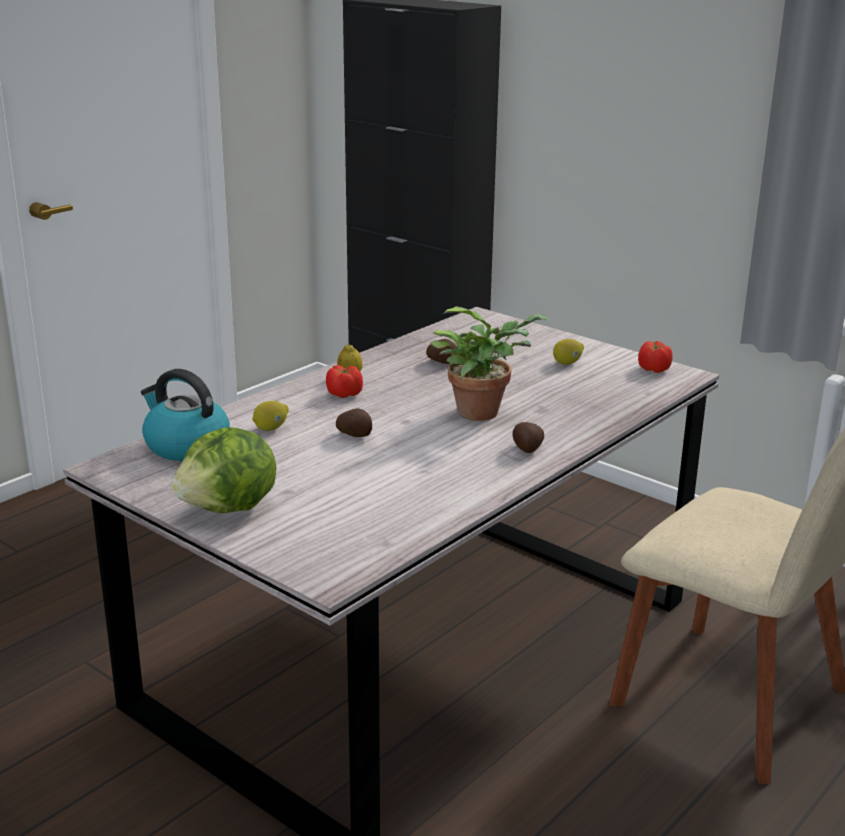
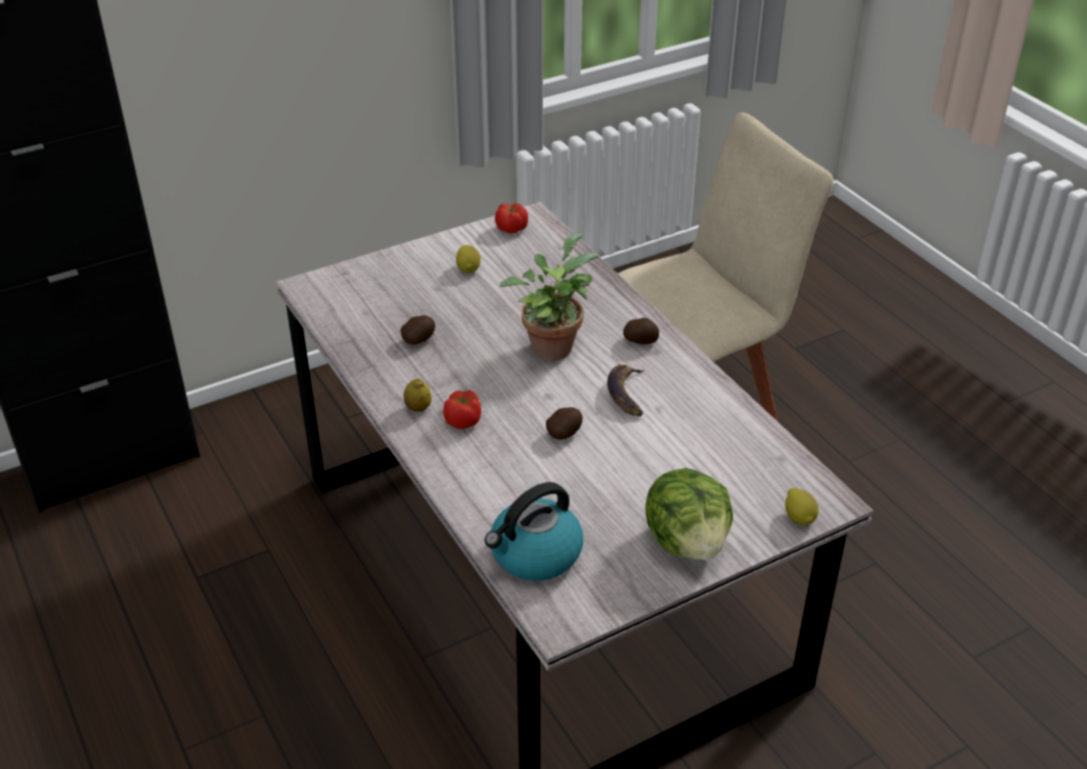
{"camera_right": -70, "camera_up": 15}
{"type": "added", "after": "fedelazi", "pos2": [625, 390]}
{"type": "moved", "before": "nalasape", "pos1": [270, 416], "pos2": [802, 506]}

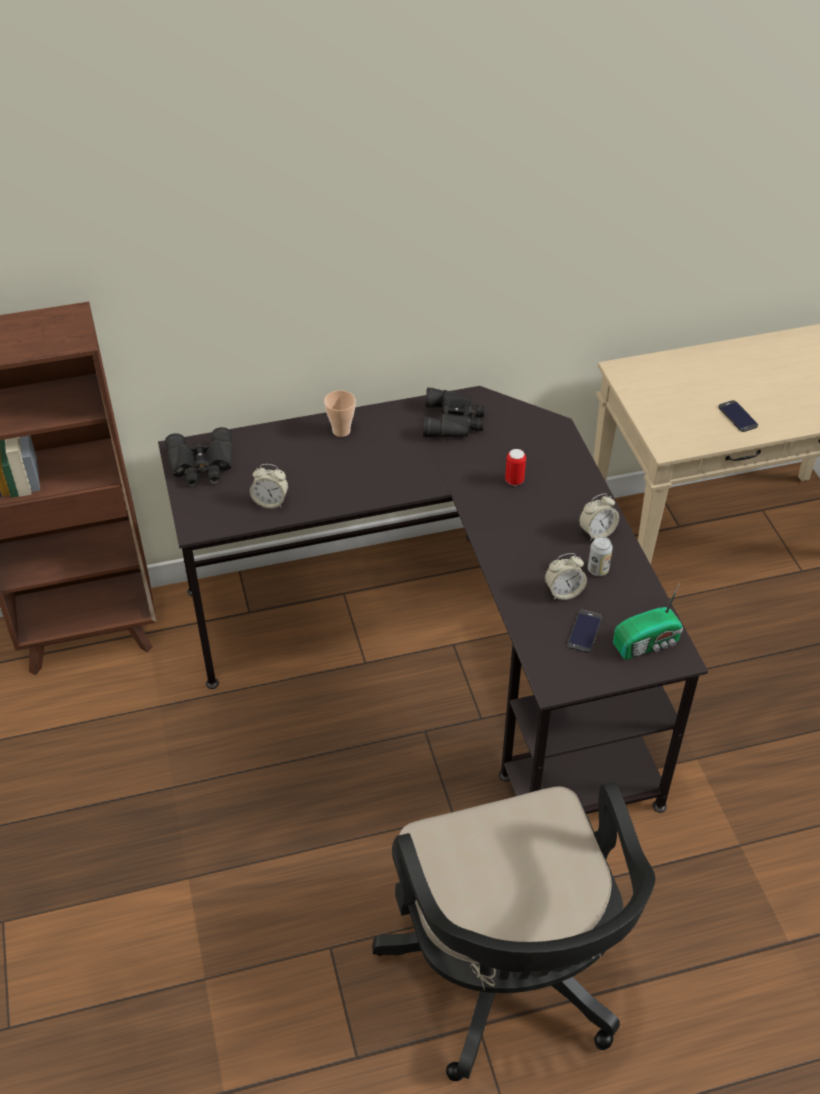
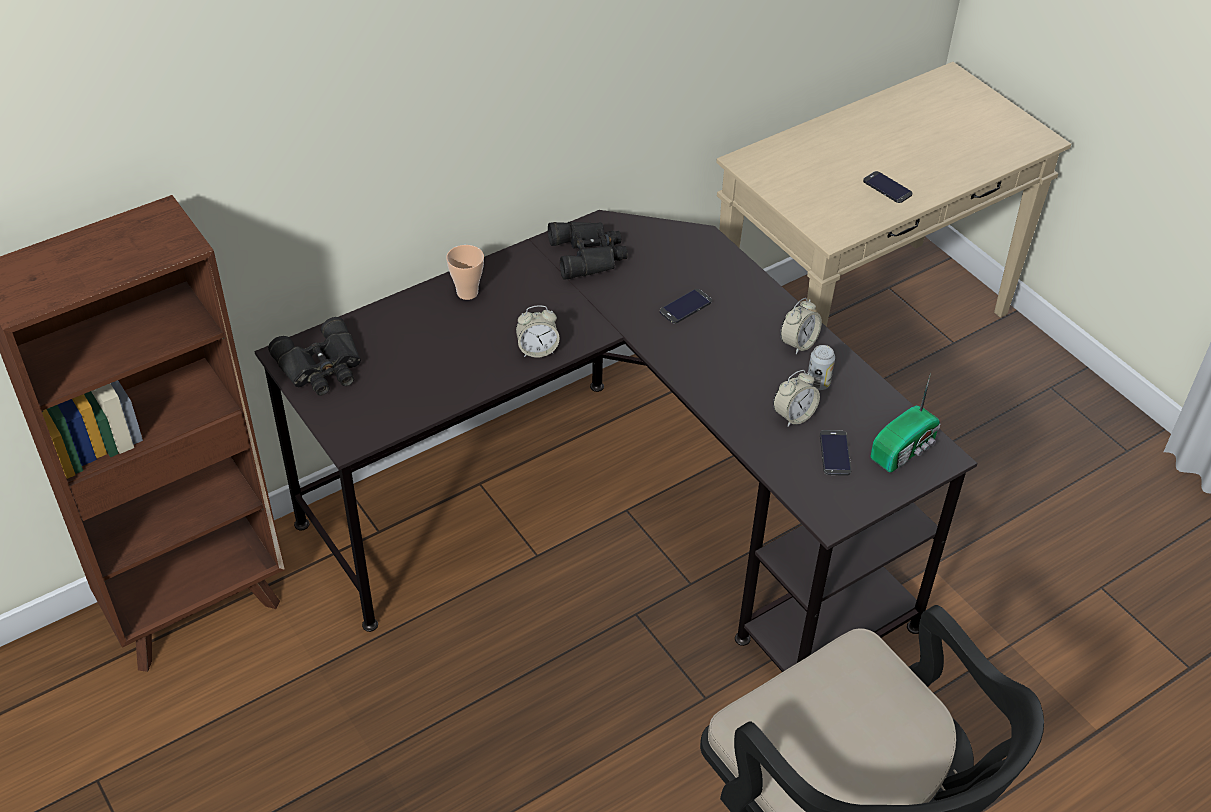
{"camera_right": -20, "camera_up": 0}
{"type": "moved", "before": "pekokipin", "pos1": [269, 486], "pos2": [537, 331]}
{"type": "replaced", "before": "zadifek", "after": "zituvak", "pos1": [515, 467], "pos2": [686, 306]}

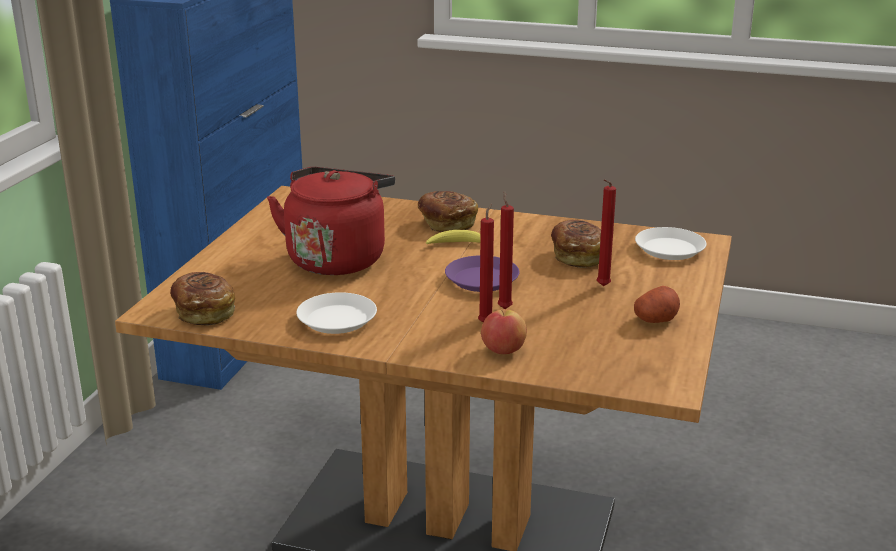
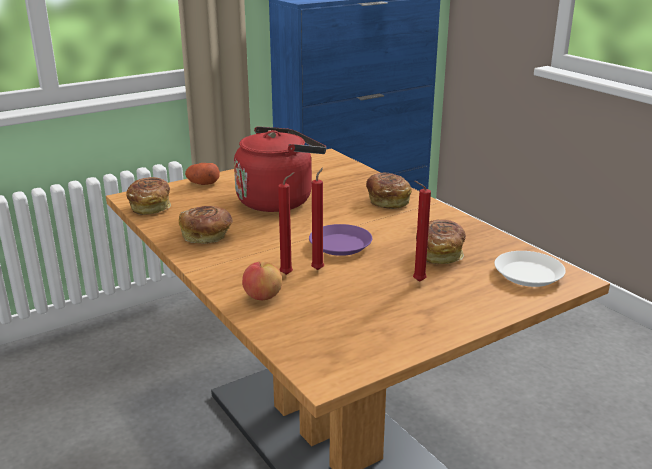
{"camera_right": 40, "camera_up": 0}
{"type": "removed", "before": "fedelazi", "pos1": [453, 237]}
{"type": "moved", "before": "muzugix", "pos1": [657, 304], "pos2": [202, 174]}
{"type": "replaced", "before": "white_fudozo", "after": "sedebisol", "pos1": [336, 313], "pos2": [206, 224]}

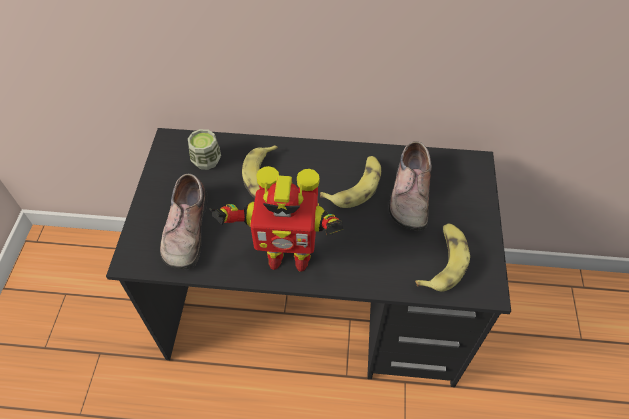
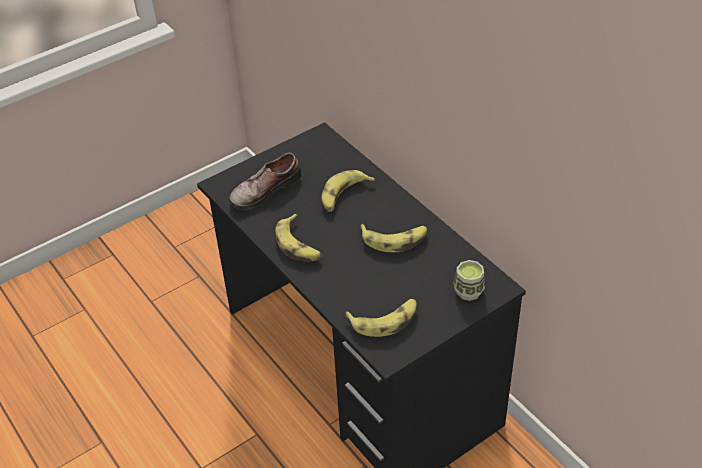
{"camera_right": 50, "camera_up": -10}
{"type": "removed", "before": "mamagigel", "pos1": [410, 186]}
{"type": "moved", "before": "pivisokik", "pos1": [204, 149], "pos2": [469, 280]}
{"type": "replaced", "before": "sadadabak", "after": "fedelazi", "pos1": [276, 219], "pos2": [298, 238]}

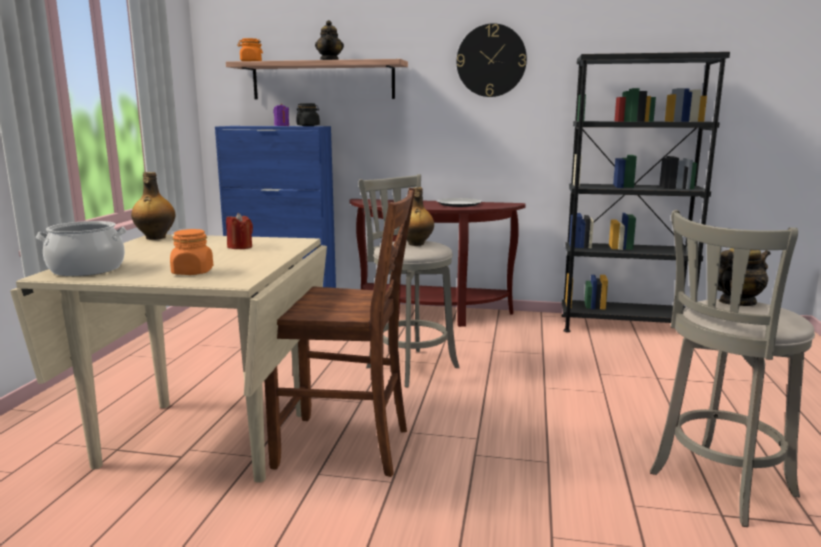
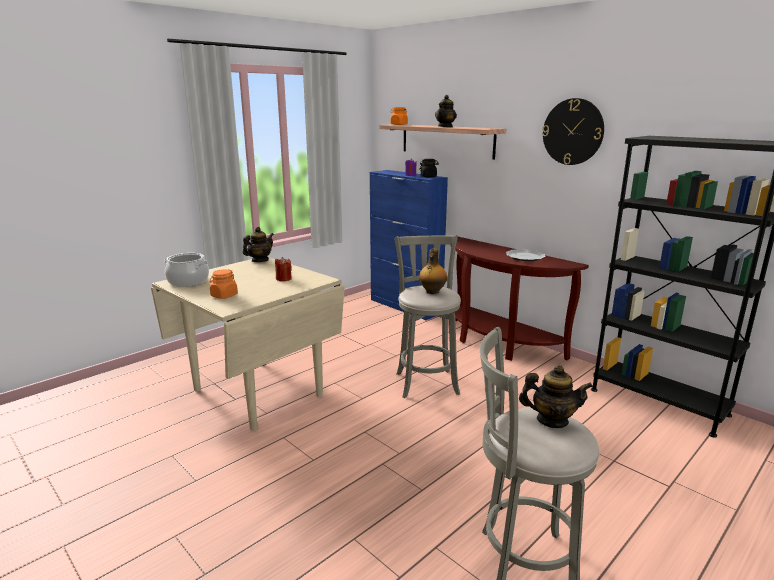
{"camera_right": 35, "camera_up": 5}
{"type": "removed", "before": "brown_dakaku", "pos1": [340, 332]}
{"type": "replaced", "before": "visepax", "after": "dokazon", "pos1": [153, 206], "pos2": [258, 244]}

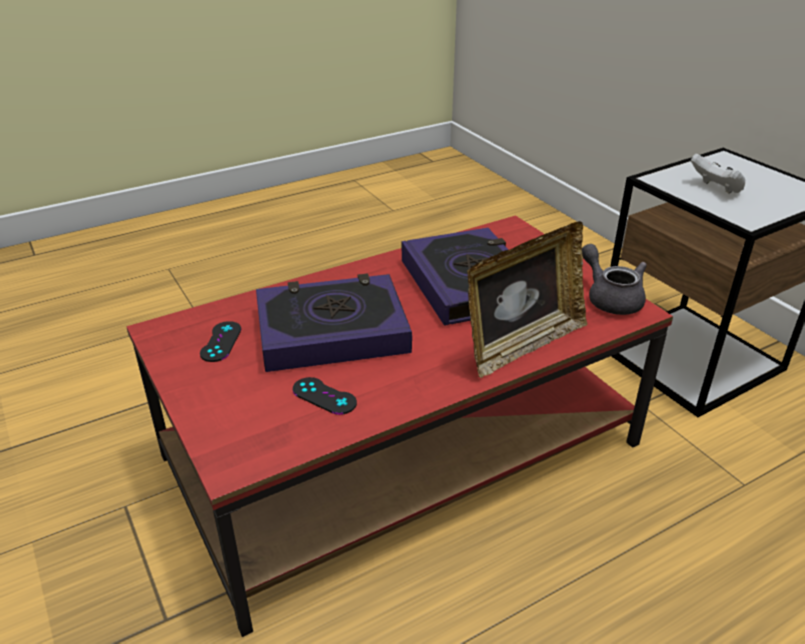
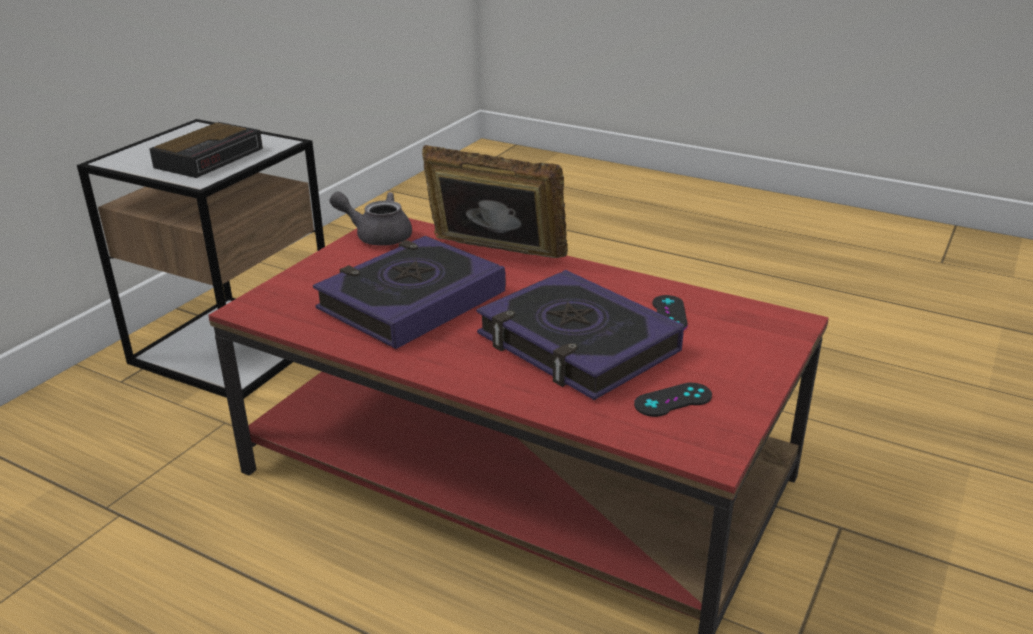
{"camera_right": -120, "camera_up": -5}
{"type": "replaced", "before": "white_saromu", "after": "pekokipin", "pos1": [717, 173], "pos2": [206, 150]}
{"type": "turned", "before": "grey_dokazon", "pos1": [614, 279], "pos2": [370, 219], "turn": 75}

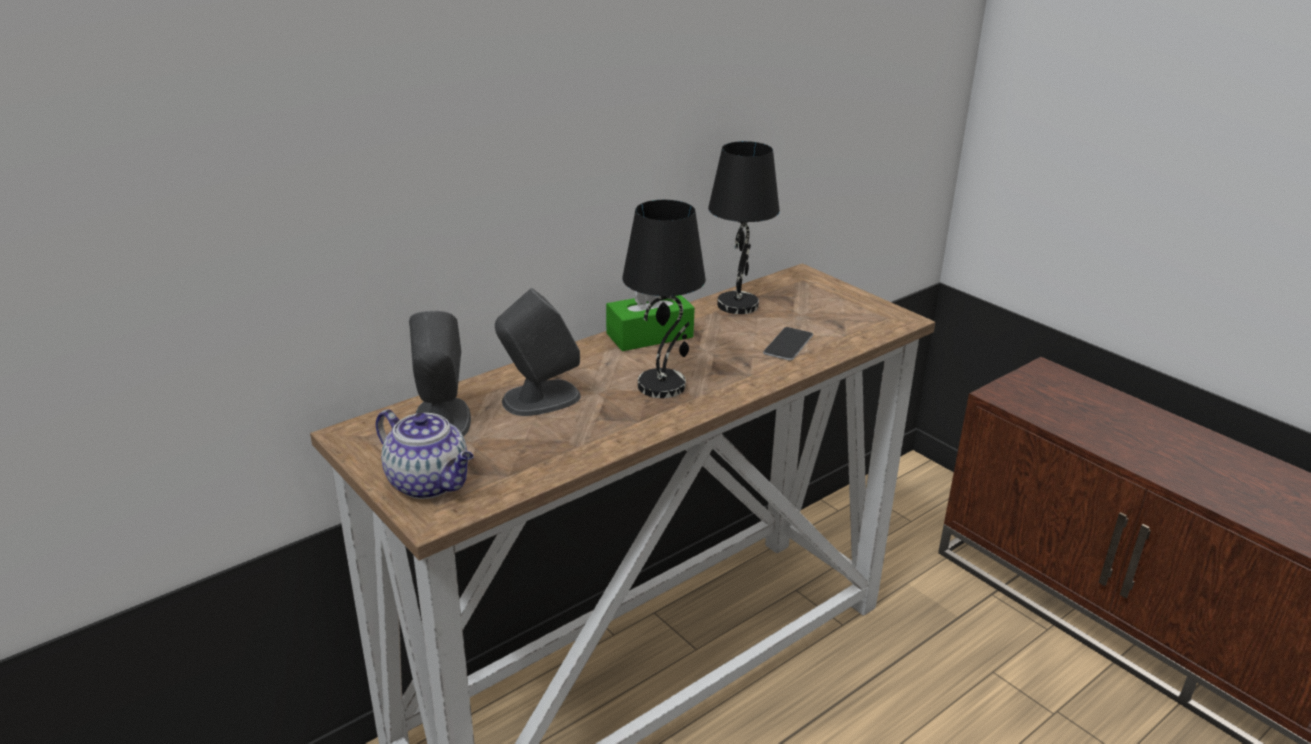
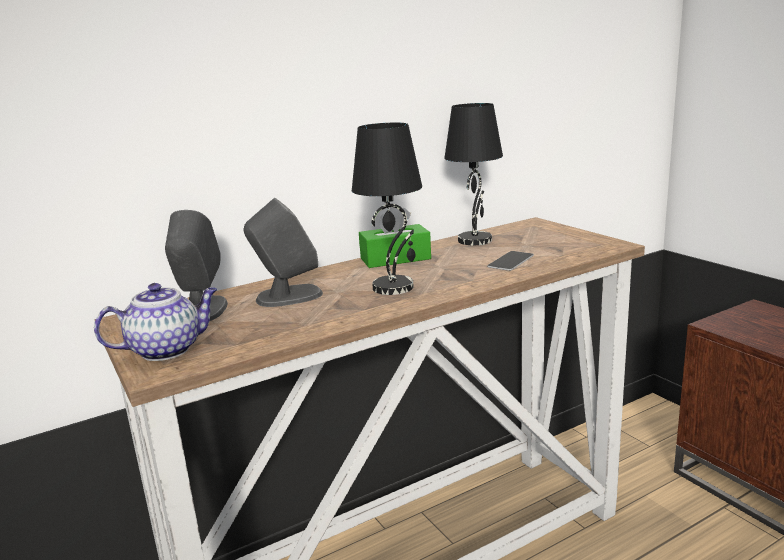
{"camera_right": 10, "camera_up": -10}
{"type": "turned", "before": "dokazon", "pos1": [424, 454], "pos2": [156, 322], "turn": -75}

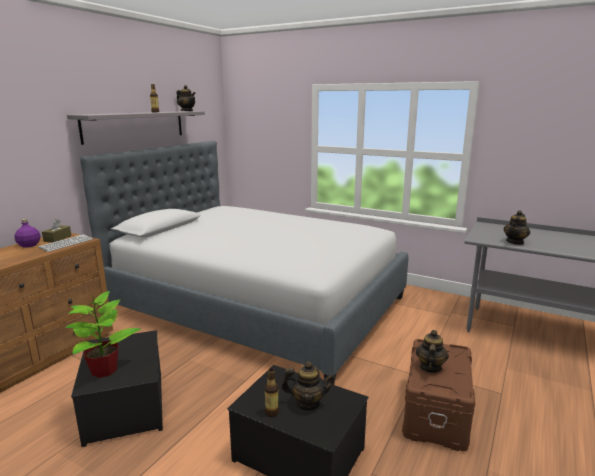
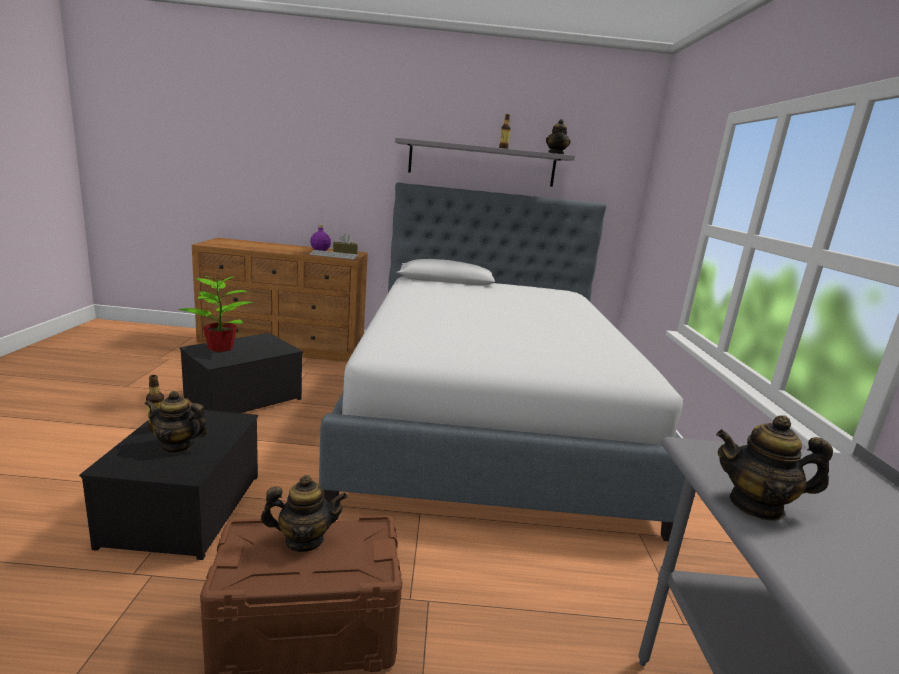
{"camera_right": 60, "camera_up": 0}
{"type": "turned", "before": "dokazon", "pos1": [308, 385], "pos2": [176, 422], "turn": 120}

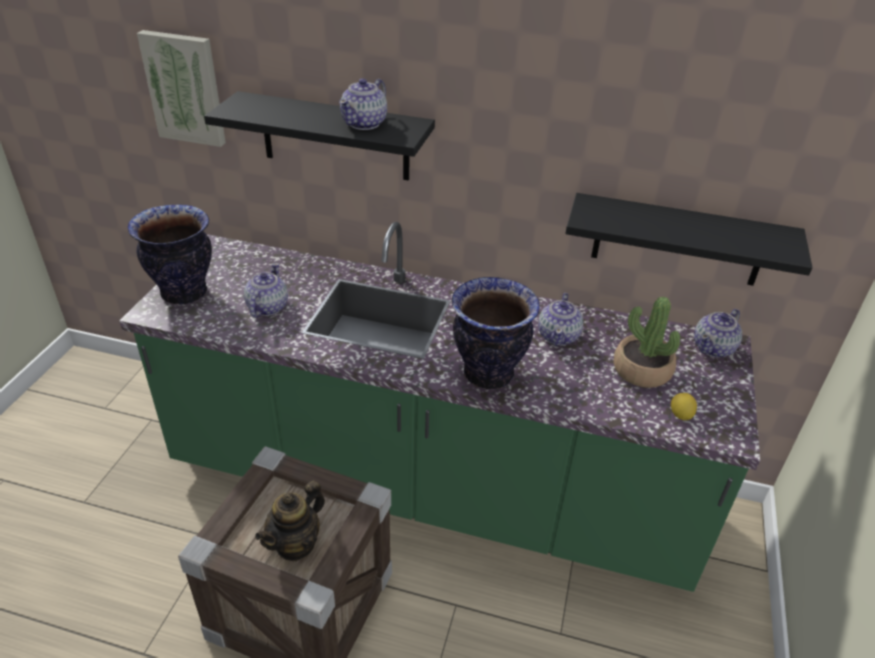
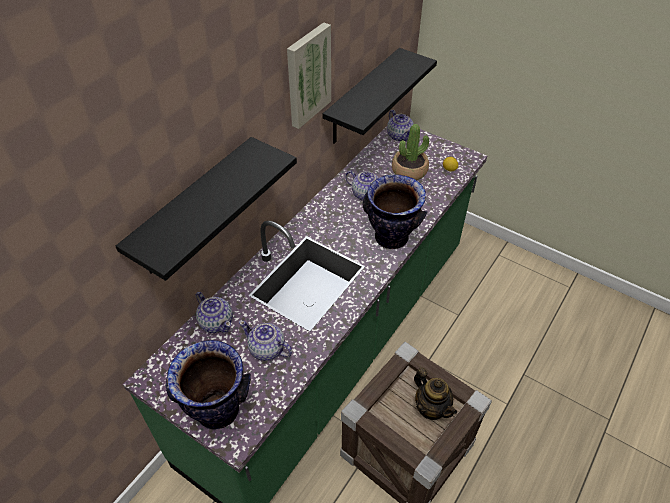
{"camera_right": -70, "camera_up": 10}
{"type": "moved", "before": "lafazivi", "pos1": [181, 88], "pos2": [309, 75]}
{"type": "moved", "before": "dokazon", "pos1": [363, 104], "pos2": [214, 312]}

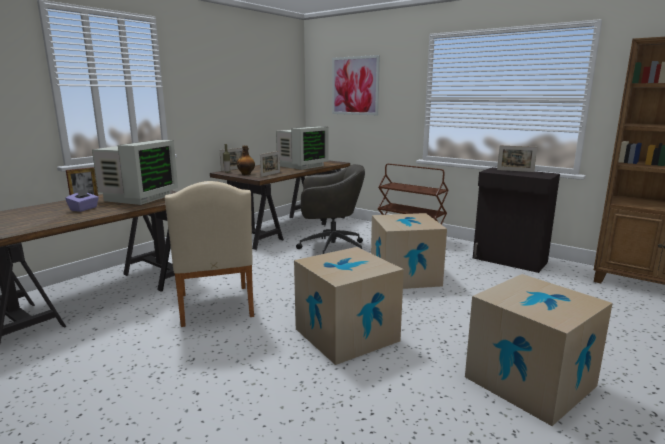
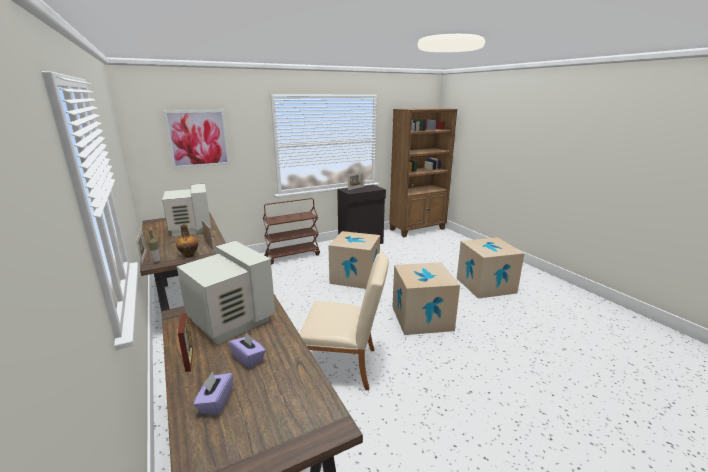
{"camera_right": -65, "camera_up": 5}
{"type": "removed", "before": "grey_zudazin", "pos1": [330, 209]}
{"type": "added", "after": "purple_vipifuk", "pos2": [213, 393]}

